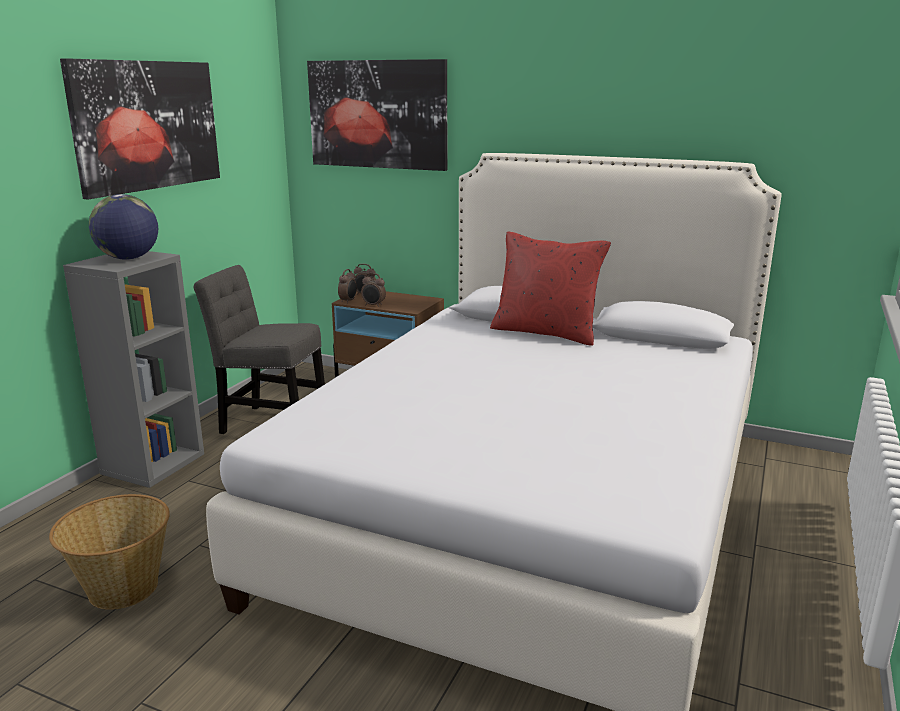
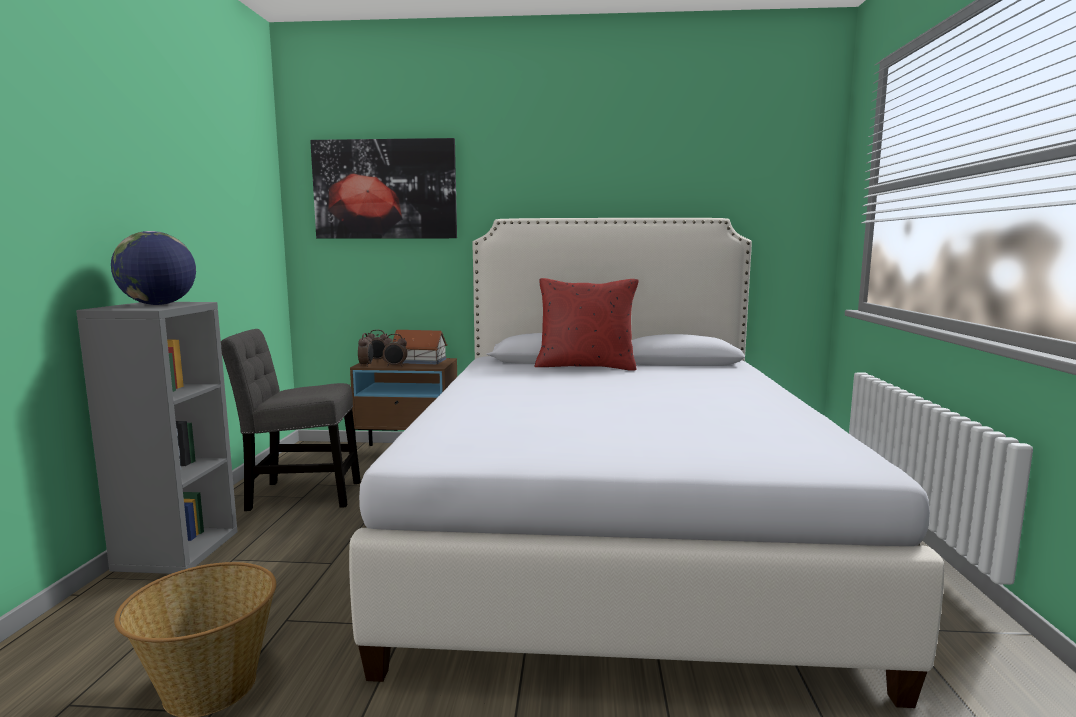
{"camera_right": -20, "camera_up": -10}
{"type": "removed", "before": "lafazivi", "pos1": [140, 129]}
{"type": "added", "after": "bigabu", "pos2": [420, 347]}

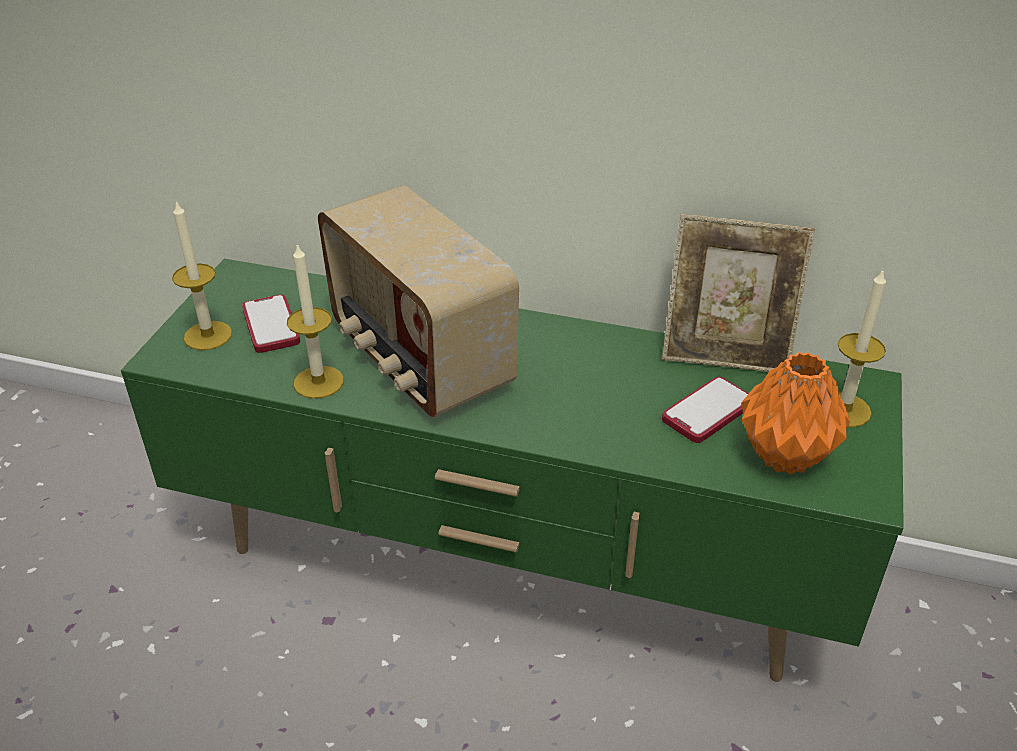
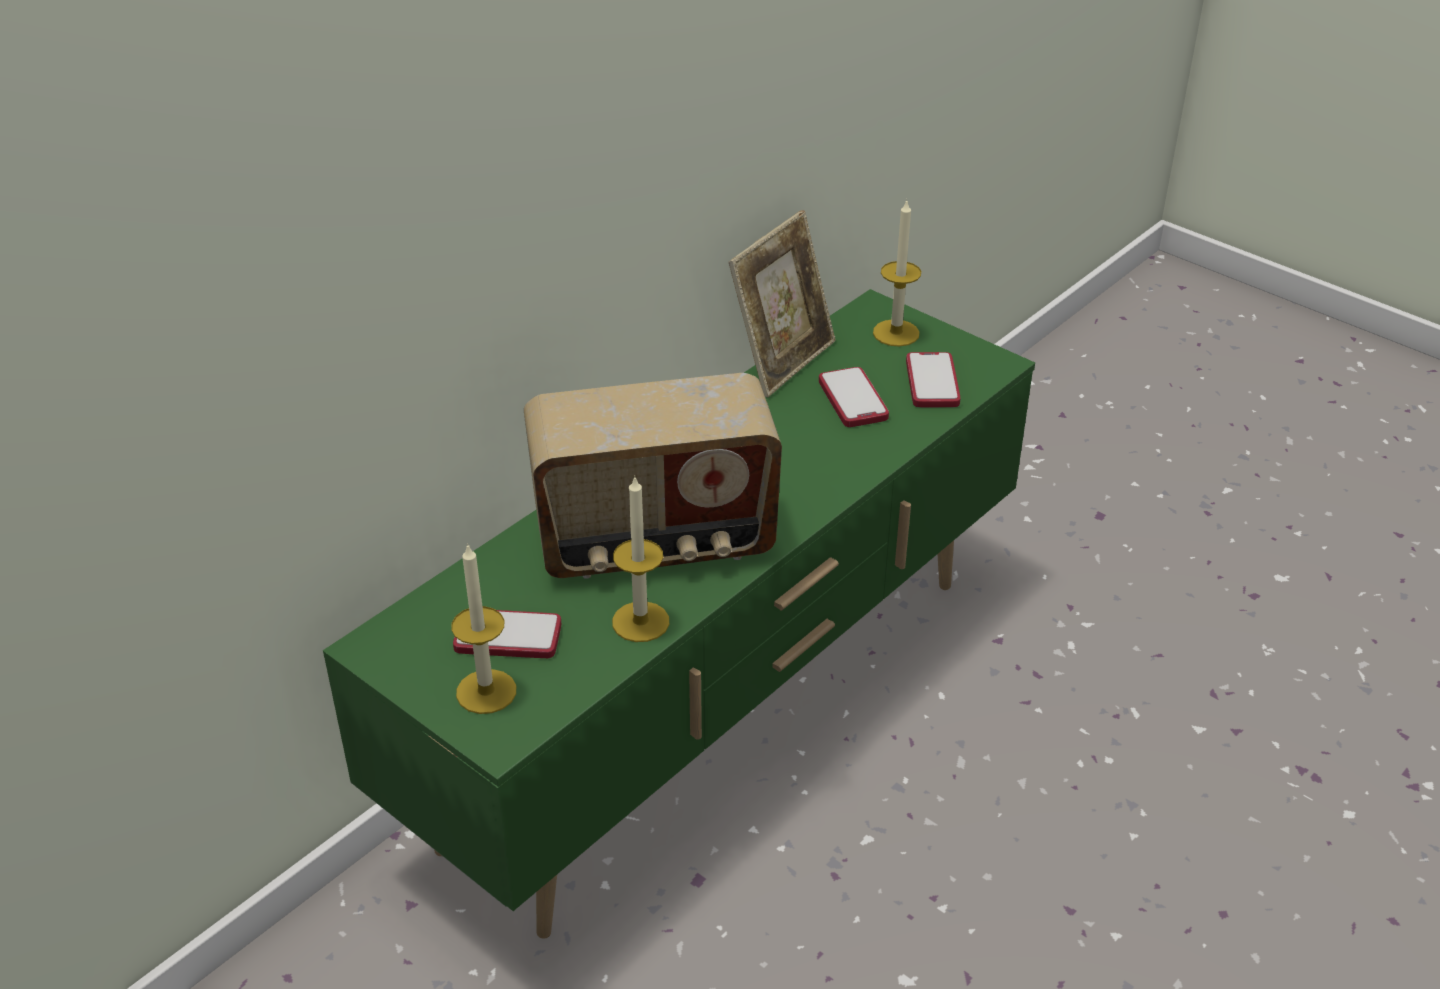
{"camera_right": -65, "camera_up": 0}
{"type": "replaced", "before": "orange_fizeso", "after": "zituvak", "pos1": [795, 413], "pos2": [933, 379]}

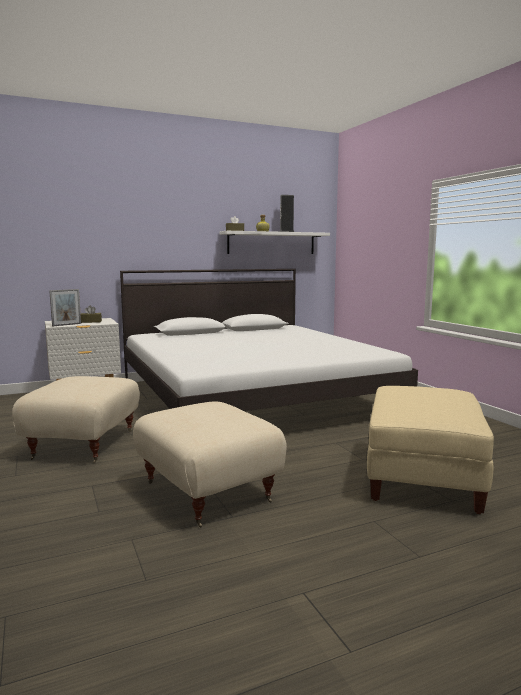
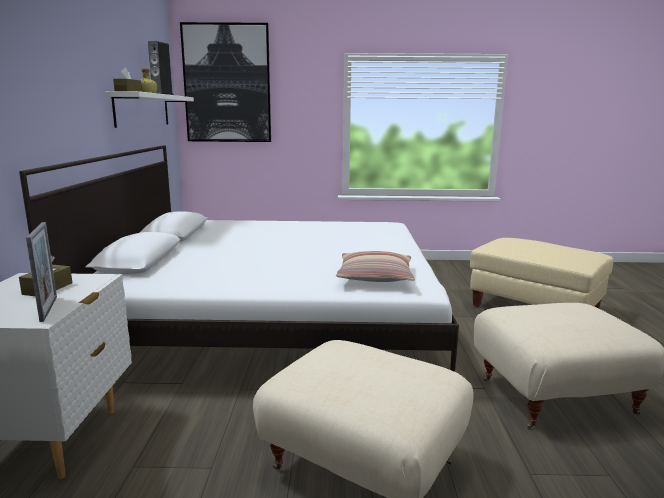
{"camera_right": -65, "camera_up": 5}
{"type": "added", "after": "lafazivi", "pos2": [225, 82]}
{"type": "added", "after": "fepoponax", "pos2": [375, 266]}

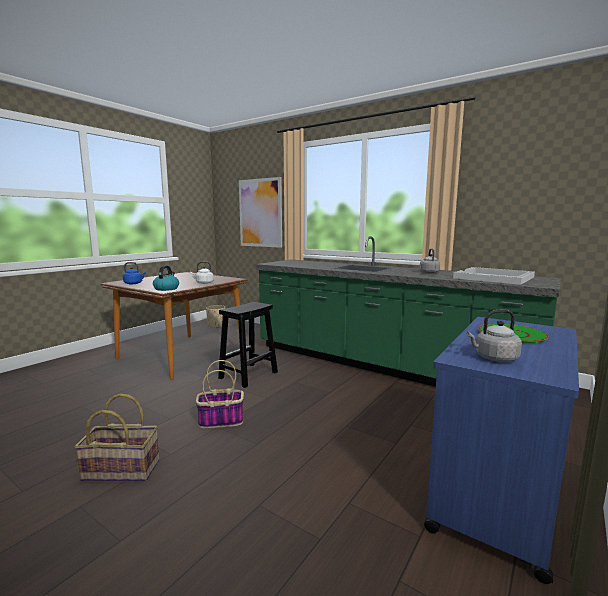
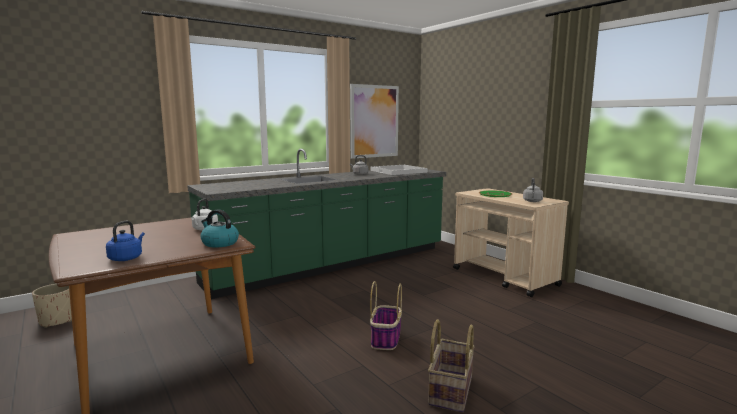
{"camera_right": -70, "camera_up": 0}
{"type": "removed", "before": "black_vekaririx", "pos1": [248, 345]}
{"type": "moved", "before": "lafazivi", "pos1": [260, 212], "pos2": [374, 121]}
{"type": "recoloured", "before": "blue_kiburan", "after": "beige_kiburan", "pos1": [501, 450], "pos2": [511, 242]}

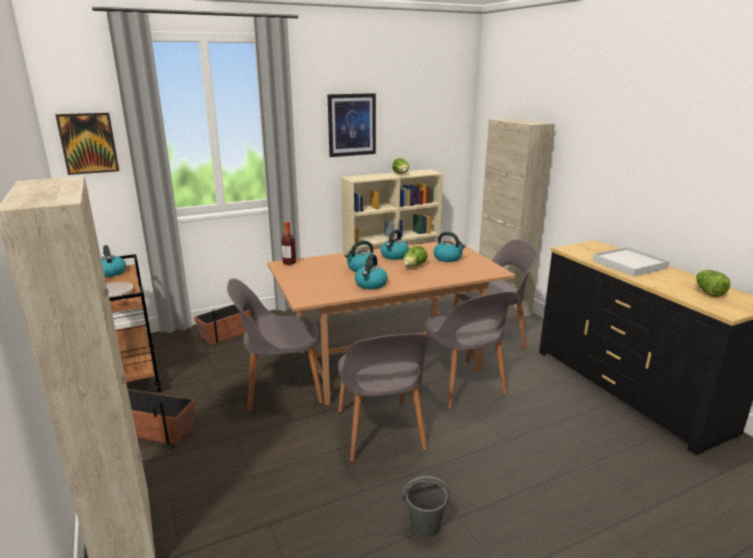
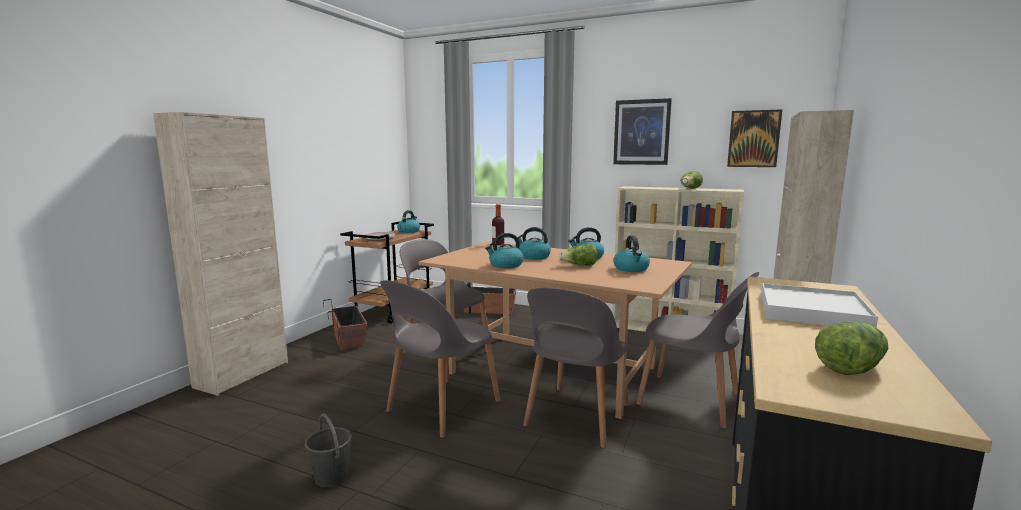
{"camera_right": 50, "camera_up": -10}
{"type": "moved", "before": "lafazivi", "pos1": [87, 144], "pos2": [754, 138]}

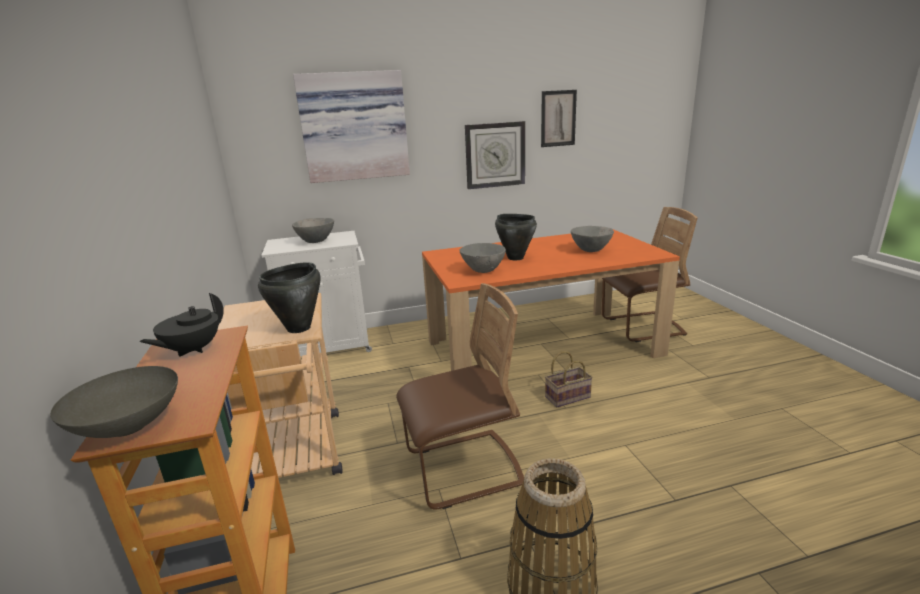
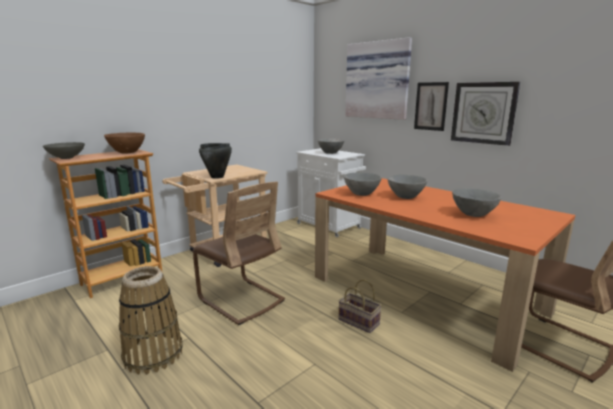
{"camera_right": 60, "camera_up": -5}
{"type": "moved", "before": "lafazivi", "pos1": [559, 118], "pos2": [431, 106]}
{"type": "replaced", "before": "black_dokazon", "after": "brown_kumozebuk", "pos1": [181, 325], "pos2": [124, 143]}
{"type": "replaced", "before": "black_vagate", "after": "grey_kumozebuk", "pos1": [516, 237], "pos2": [407, 187]}

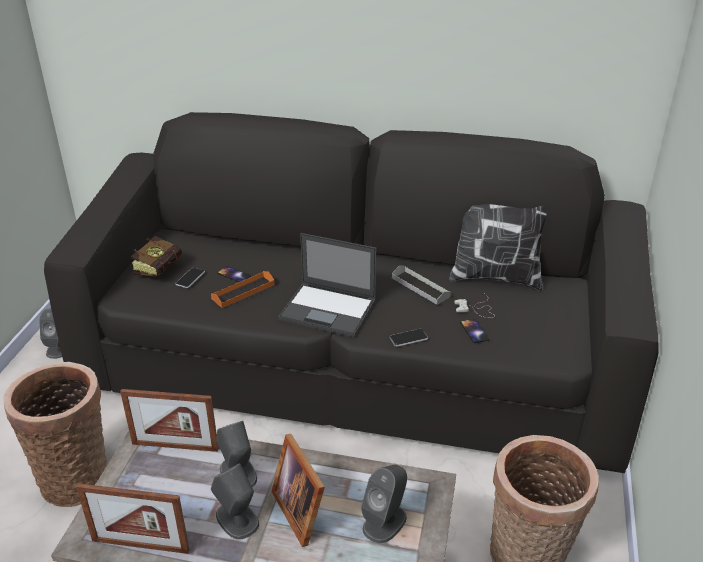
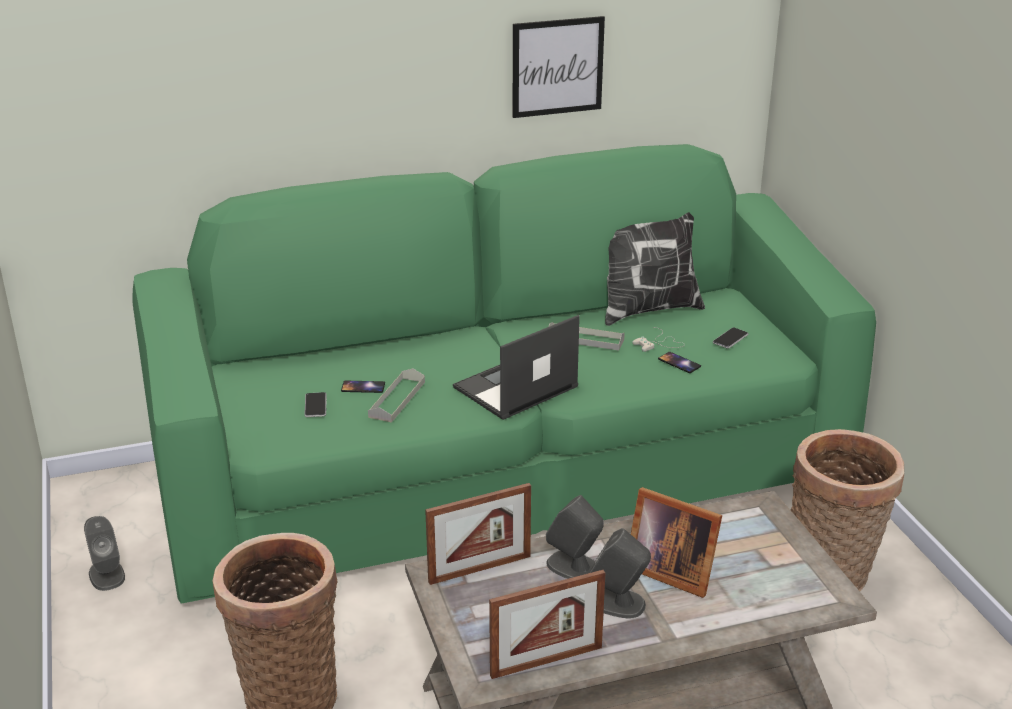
{"camera_right": -30, "camera_up": -5}
{"type": "removed", "before": "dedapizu", "pos1": [156, 256]}
{"type": "removed", "before": "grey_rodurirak", "pos1": [384, 504]}
{"type": "added", "after": "lafazivi", "pos2": [558, 67]}
{"type": "moved", "before": "zituvak", "pos1": [409, 338], "pos2": [731, 337]}
{"type": "recoloured", "before": "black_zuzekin", "after": "green_zuzekin", "pos1": [351, 292], "pos2": [504, 374]}
{"type": "recoloured", "before": "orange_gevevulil", "after": "grey_gevevulil", "pos1": [243, 289], "pos2": [396, 395]}
{"type": "turned", "before": "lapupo", "pos1": [327, 285], "pos2": [516, 367], "turn": 150}

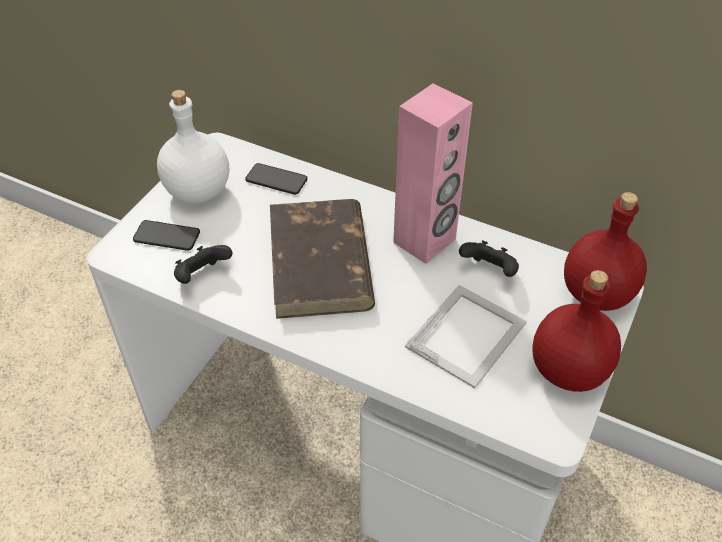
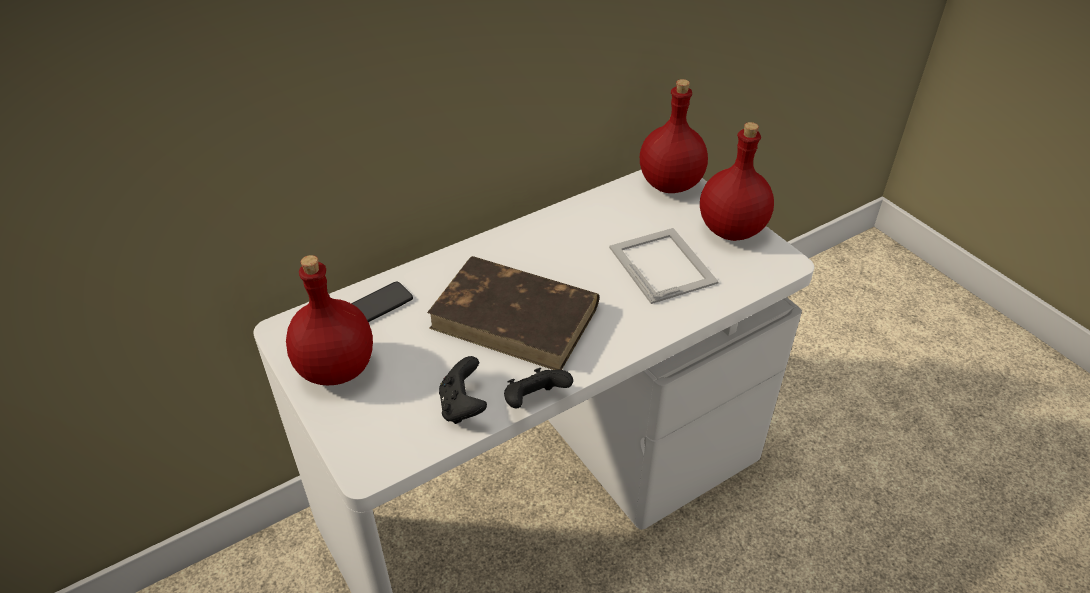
{"camera_right": -60, "camera_up": -5}
{"type": "removed", "before": "zituvak", "pos1": [166, 235]}
{"type": "removed", "before": "pink_rodurirak", "pos1": [433, 173]}
{"type": "moved", "before": "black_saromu", "pos1": [489, 258], "pos2": [538, 388]}
{"type": "recoloured", "before": "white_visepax", "after": "red_visepax", "pos1": [193, 147], "pos2": [329, 320]}

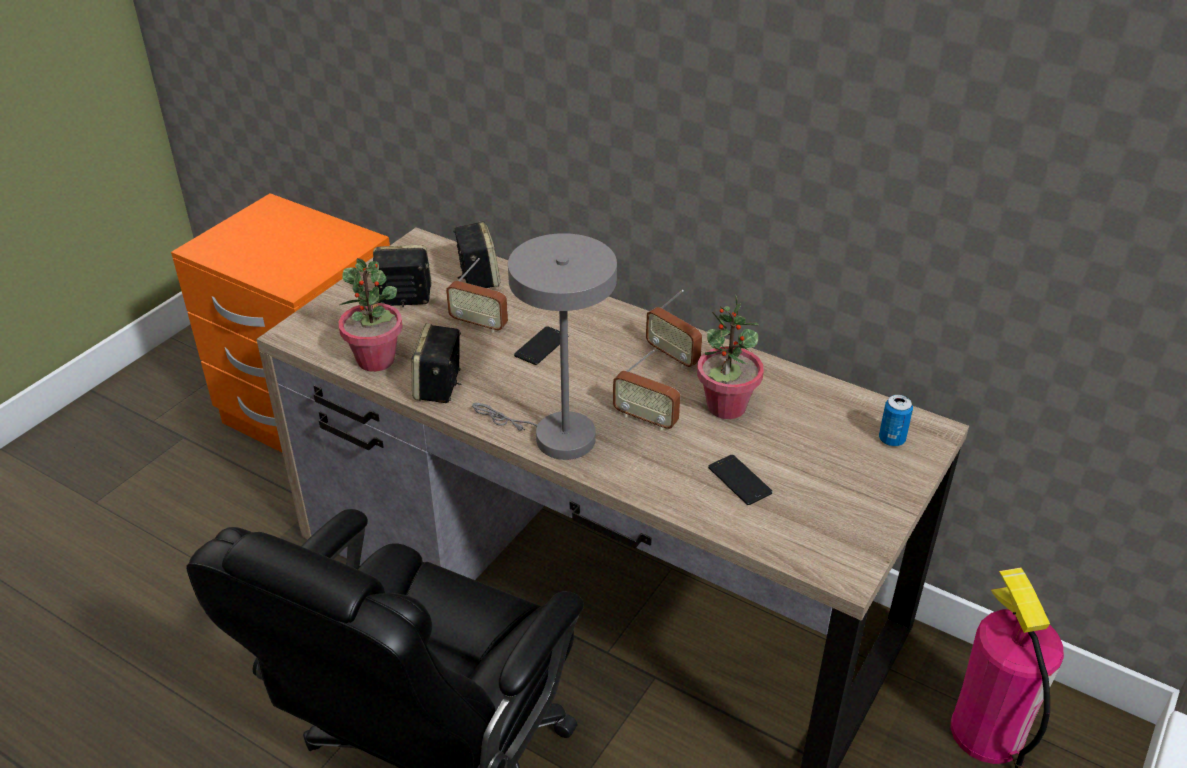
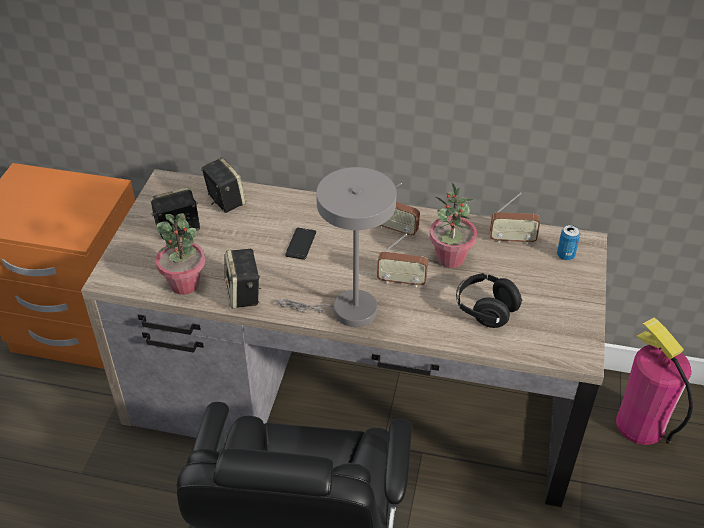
{"camera_right": -20, "camera_up": 5}
{"type": "moved", "before": "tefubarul", "pos1": [477, 295], "pos2": [515, 219]}
{"type": "replaced", "before": "zituvak", "after": "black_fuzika", "pos1": [740, 480], "pos2": [489, 300]}

